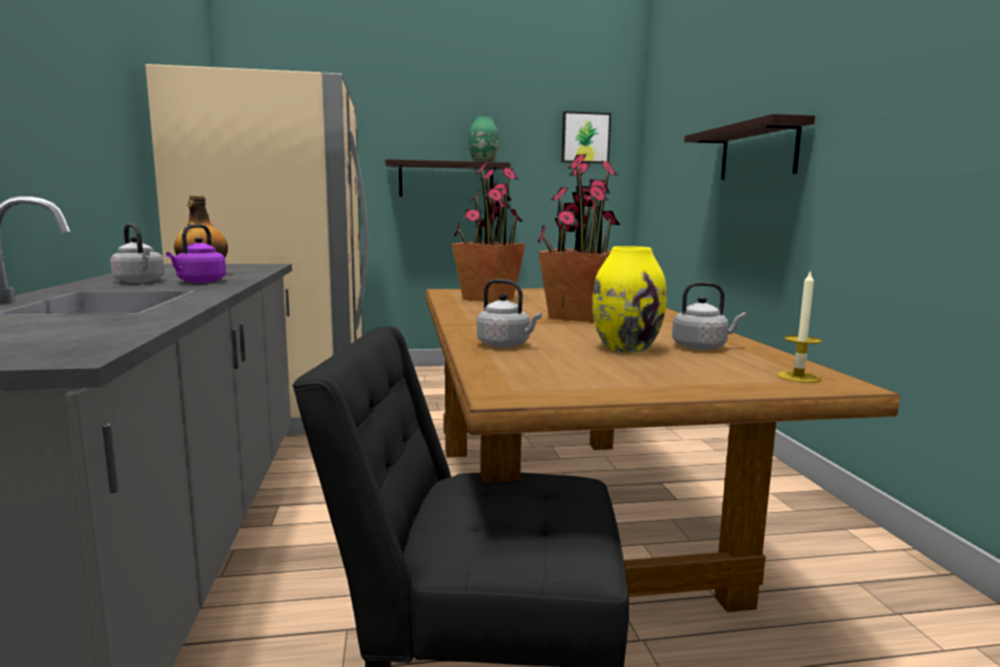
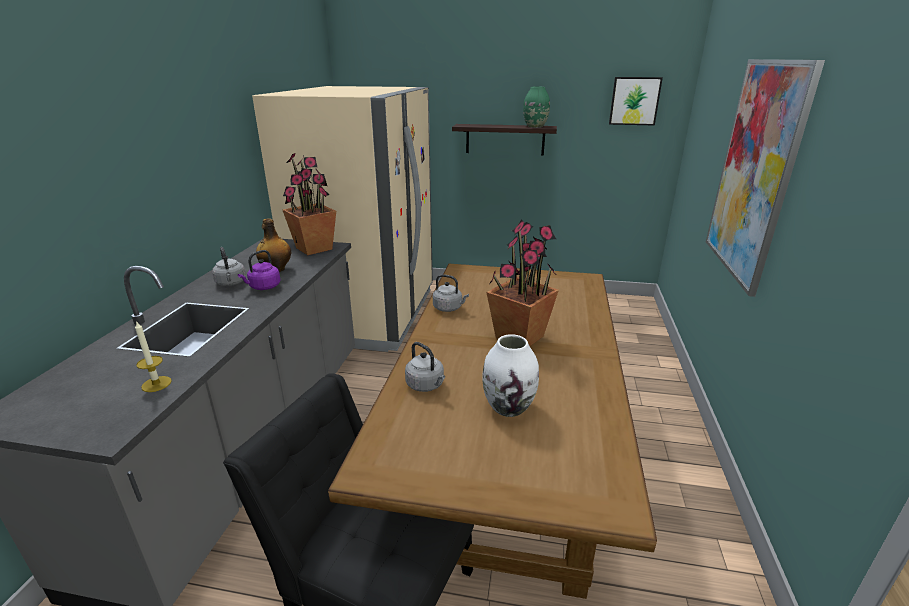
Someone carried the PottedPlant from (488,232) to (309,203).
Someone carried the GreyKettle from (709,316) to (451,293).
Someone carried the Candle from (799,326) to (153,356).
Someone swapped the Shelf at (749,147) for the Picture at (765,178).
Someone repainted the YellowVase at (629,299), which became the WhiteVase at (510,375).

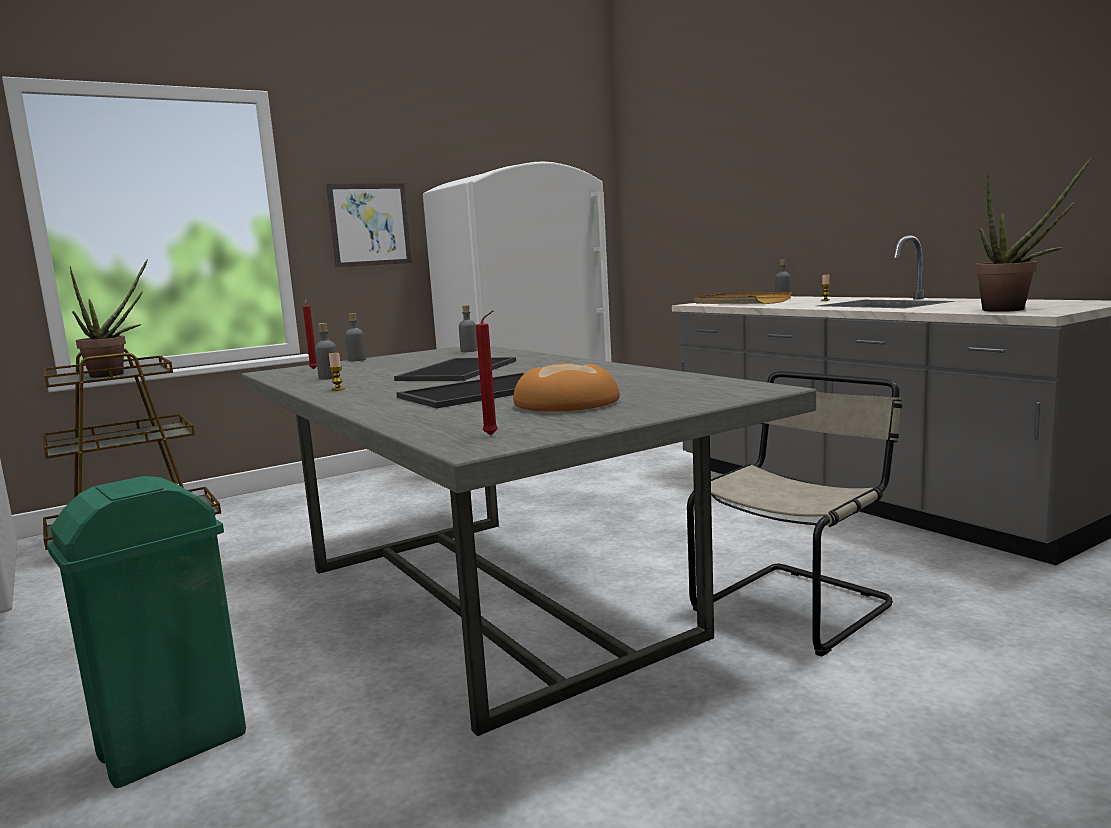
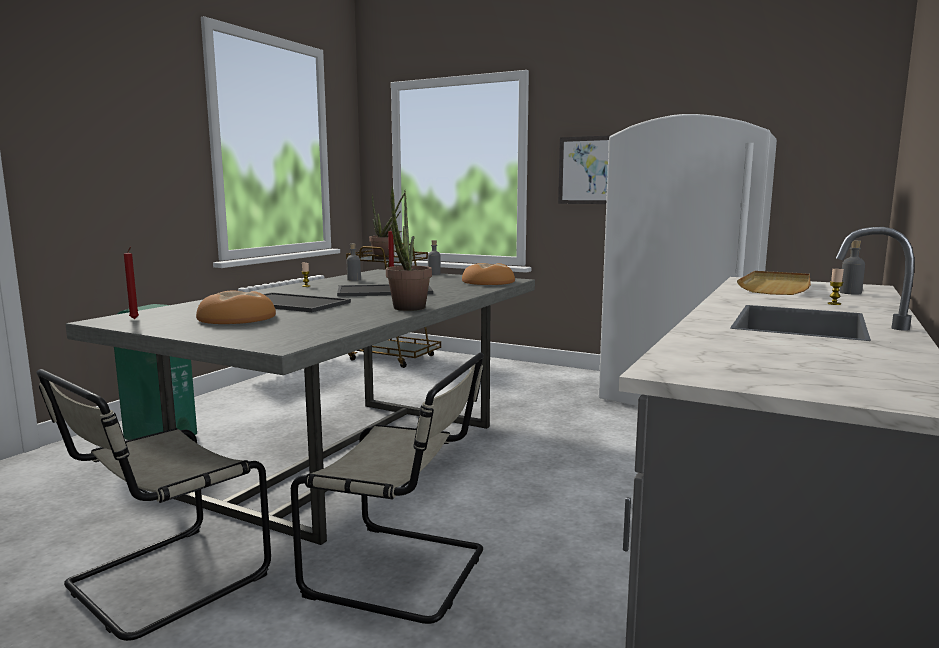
Someone put down the BeigeChair at (153,505).
Someone carried the PottedPlant from (1033,235) to (409,248).
Someone swapped the GreyBottle at (468,328) for the Bread at (488,274).

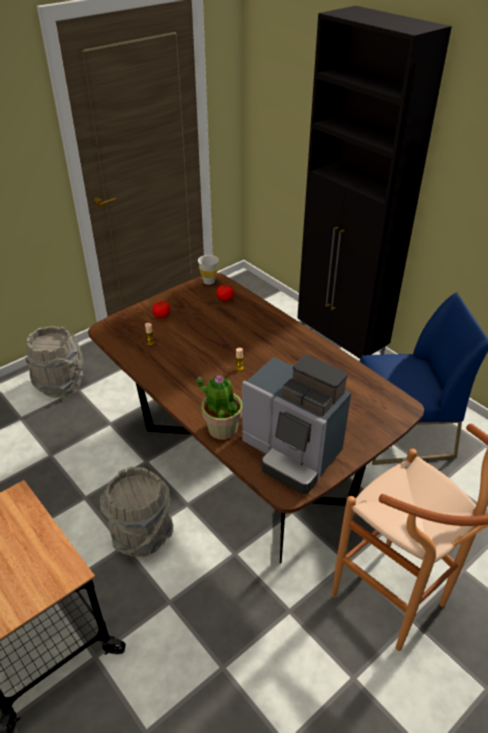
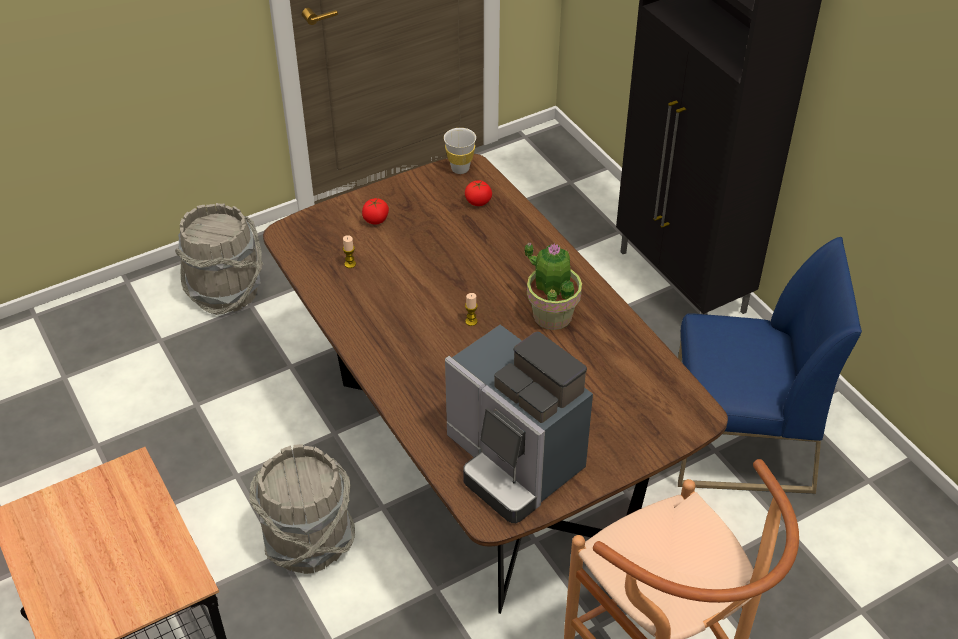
Someone carried the PottedPlant from (219,407) to (553,286).

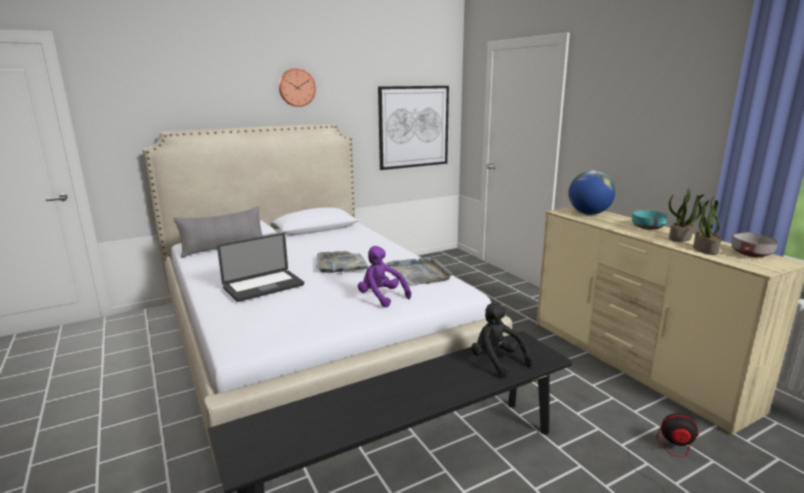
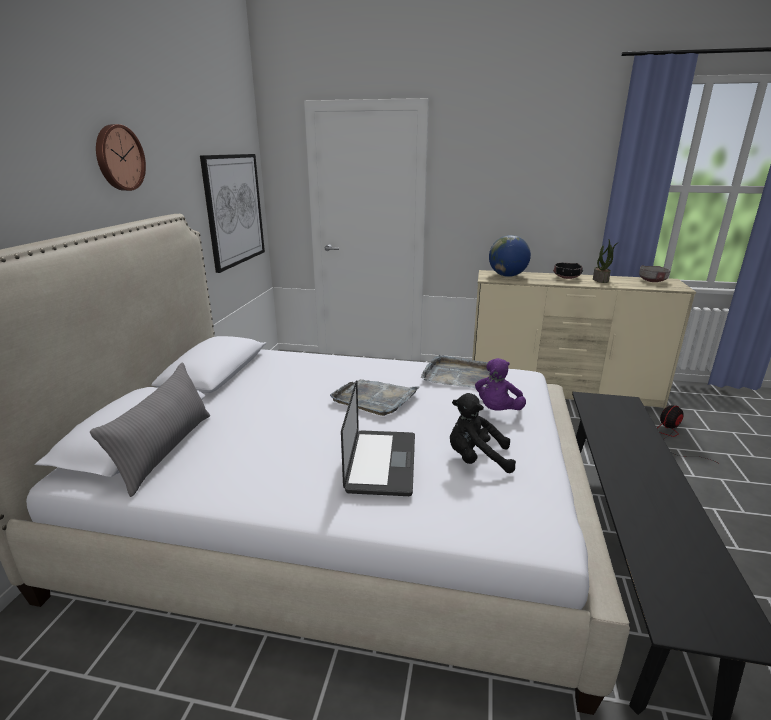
Someone took away the PottedPlant at (707,225).
Someone carried the BlackPlushToy from (502,340) to (483,433).
Someone repainted the TurquoiseBowl at (650,220), which became the BlackBowl at (568,271).
Someone rotated the PurplePlushToy at (384,276) by 60 degrees counterclockwise.

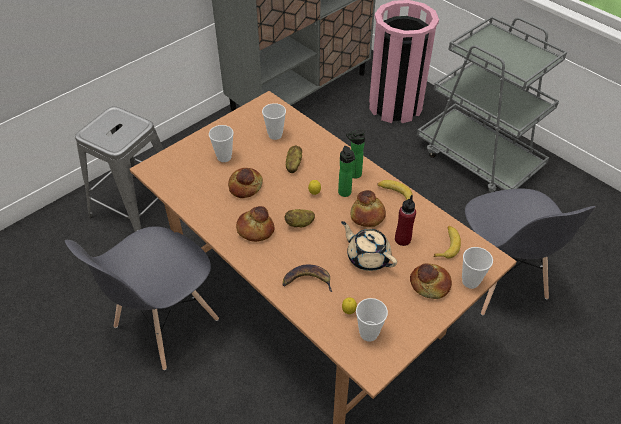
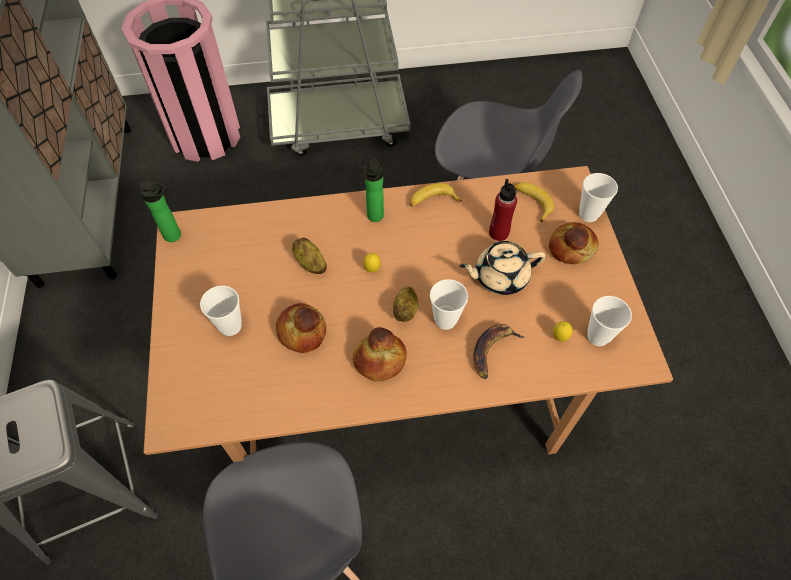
Someone took away the Bread at (368,208).
Someone carried the Cup from (274,121) to (449,304).
Someone carried the Bottle from (346,171) to (160,211).

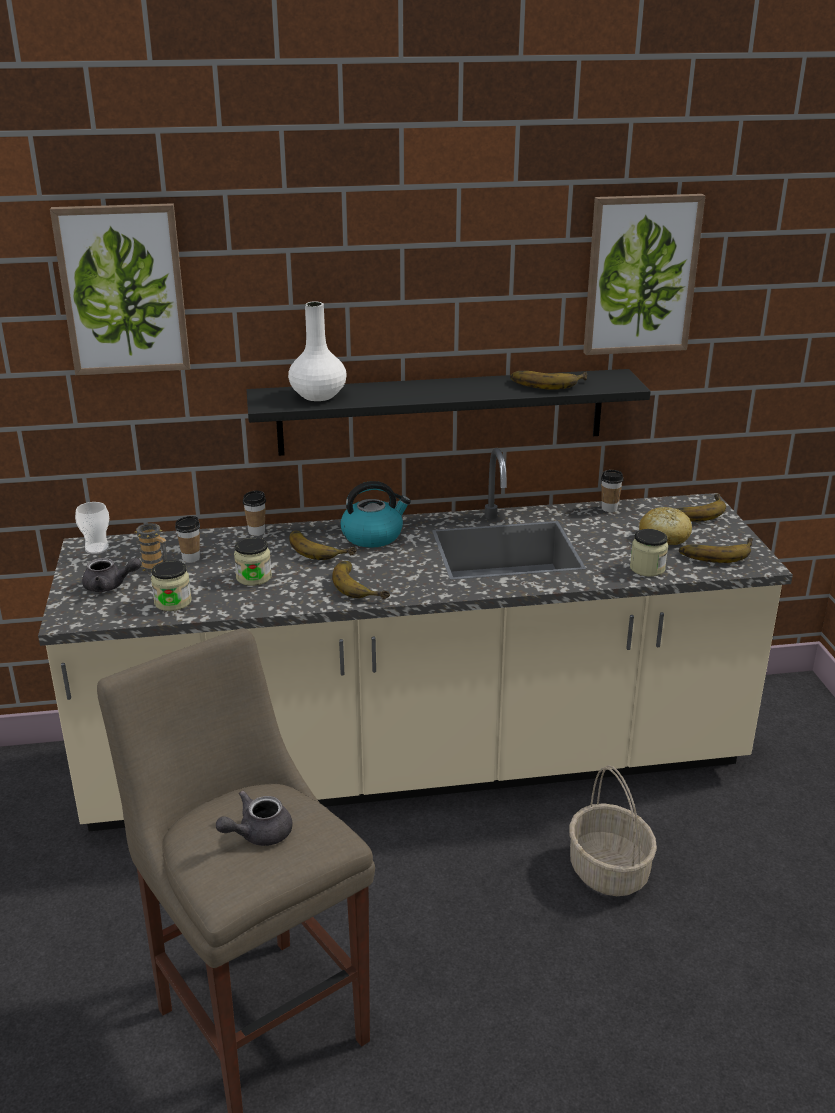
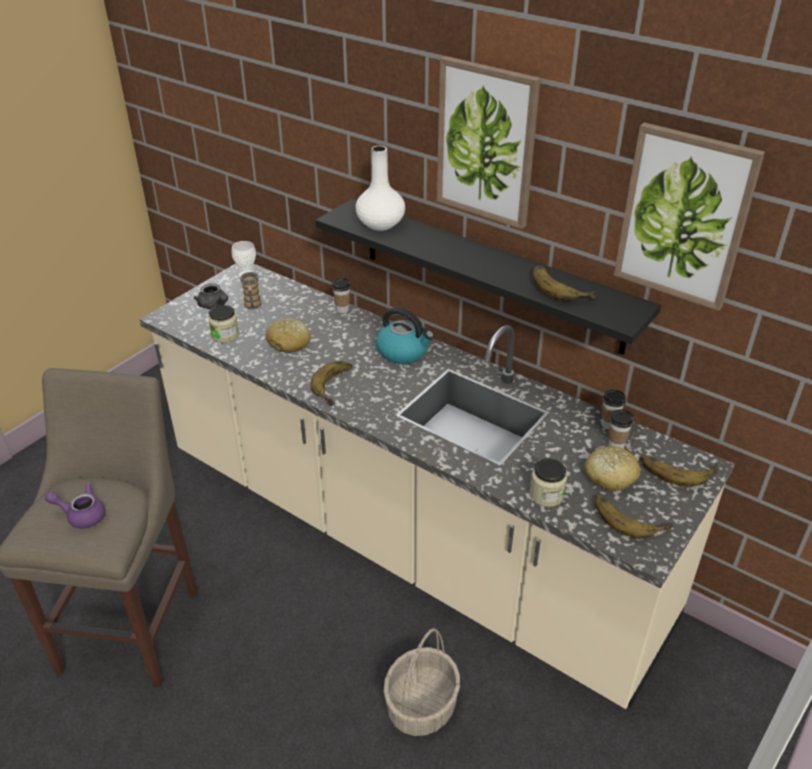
Someone took away the Banana at (323,545).
Someone carried the Picture from (120,289) to (489,142).
Someone carried the Cup from (187,539) to (621,429).
Someone swapped the Jar at (253,561) for the Bread at (288,335).
Someone repainted the GreyTeapot at (254,818), which became the PurpleTeapot at (75,506).

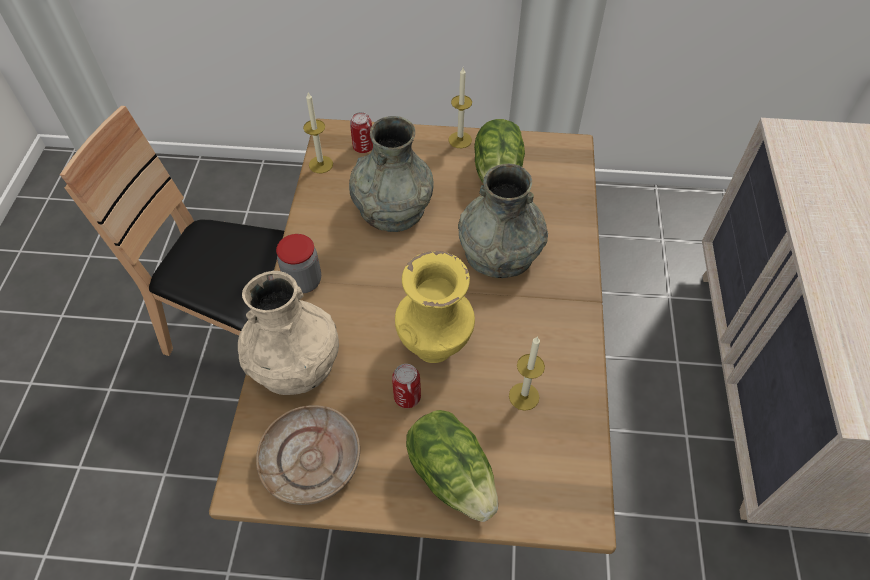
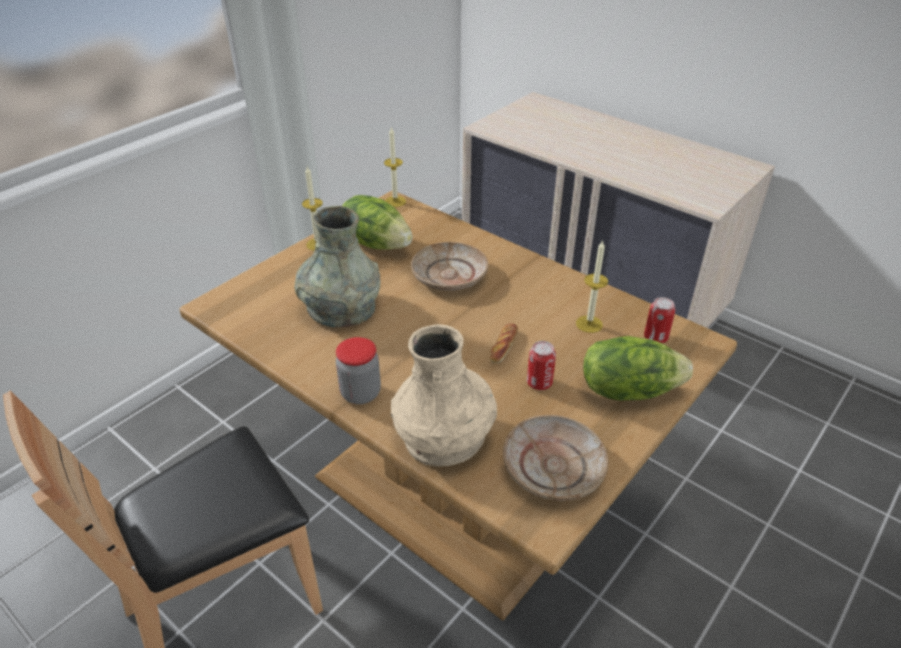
Someone carried the Candle from (318,133) to (395,166).
Someone carried the Can from (361,132) to (659,320).
Someone swapped the YellowVase at (435,307) for the Bread at (504,343).
Someone swapped the GreyVase at (503,221) for the BeigePlate at (449,266).

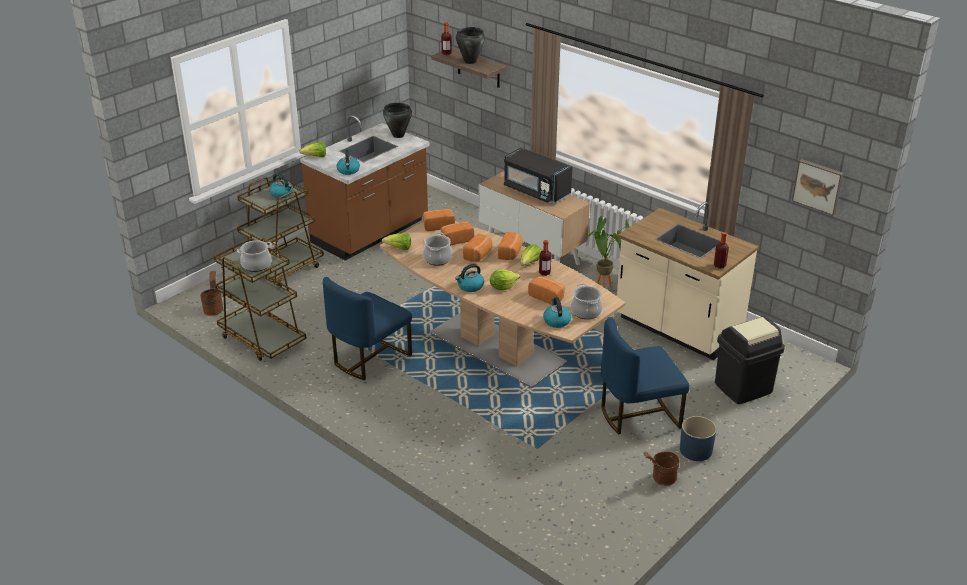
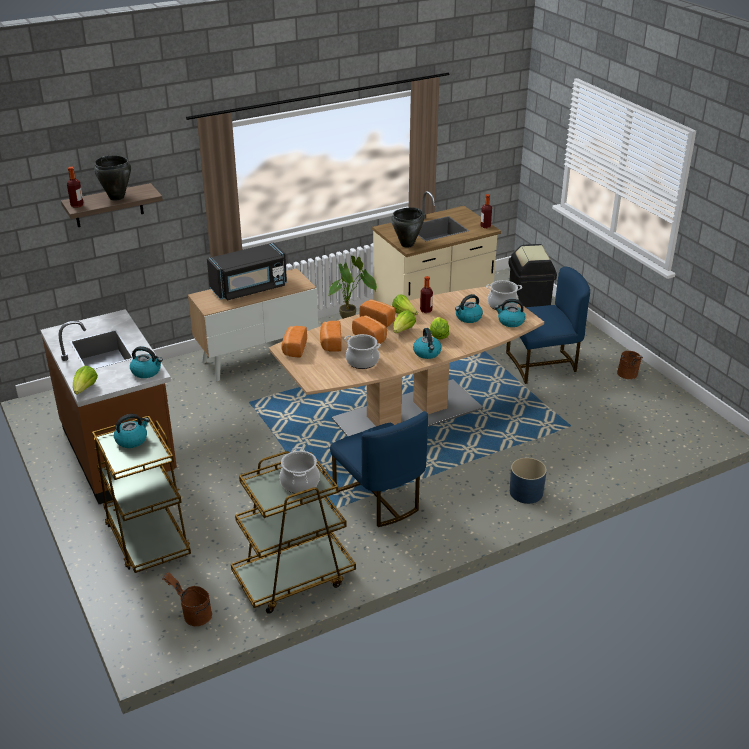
Someone took away the Picture at (818,187).
Someone carried the Lettuce from (396,241) to (404,321).
Someone carried the BlackCookingPot from (397,120) to (407,227).
Someone carried the BluePlanter from (698,438) to (528,481).
Someone swapped the Bread at (546,290) for the Kettle at (469,308).
Someone rotated the BlueChair at (645,376) by 105 degrees counterclockwise.

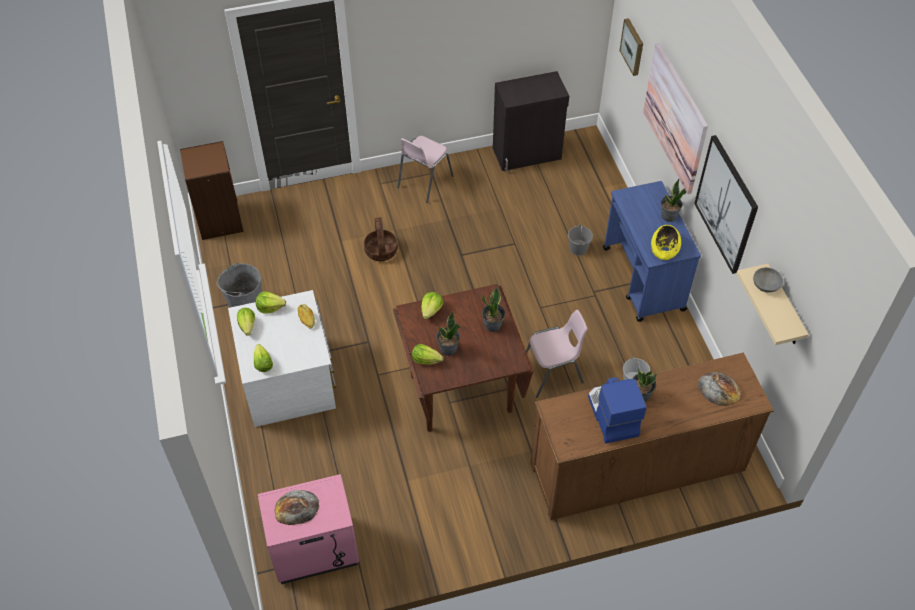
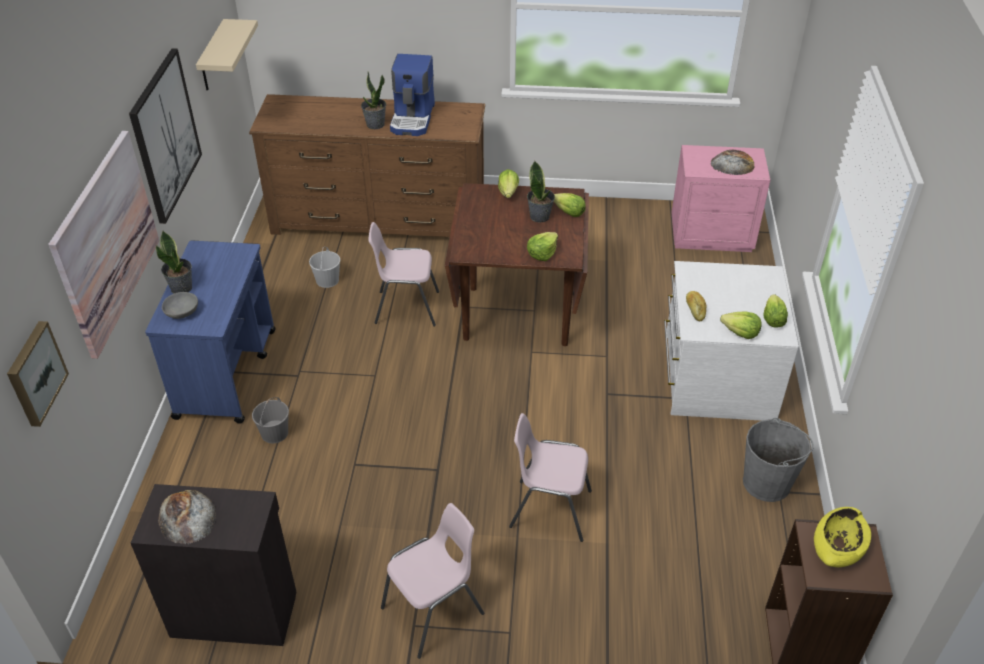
Someone took away the PottedPlant at (493,309).
Someone carried the Lettuce from (263,358) to (508,183).
Someone carried the YellowBowl from (666,242) to (842,537).
Someone carried the Bread from (719,389) to (187,517).
Someone carried the GreyBowl from (768,279) to (180,305).
Someone swapped the Basket at (381,239) for the PinkChair at (550,477).

